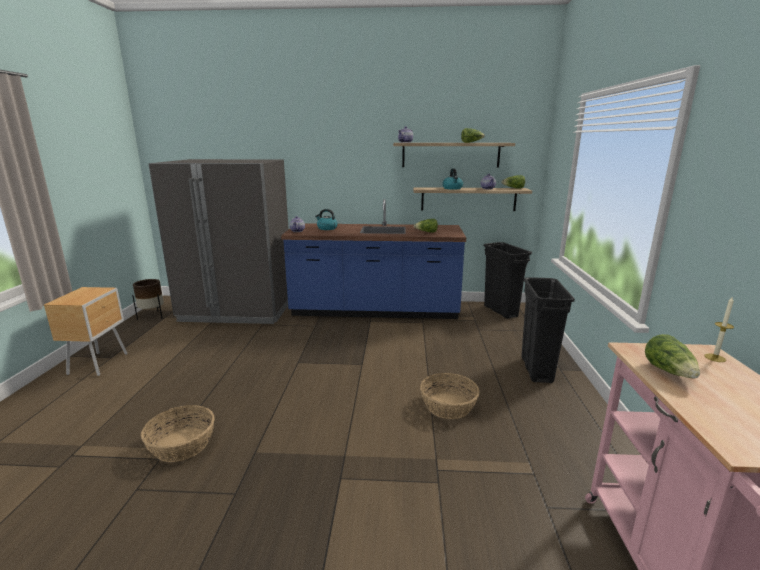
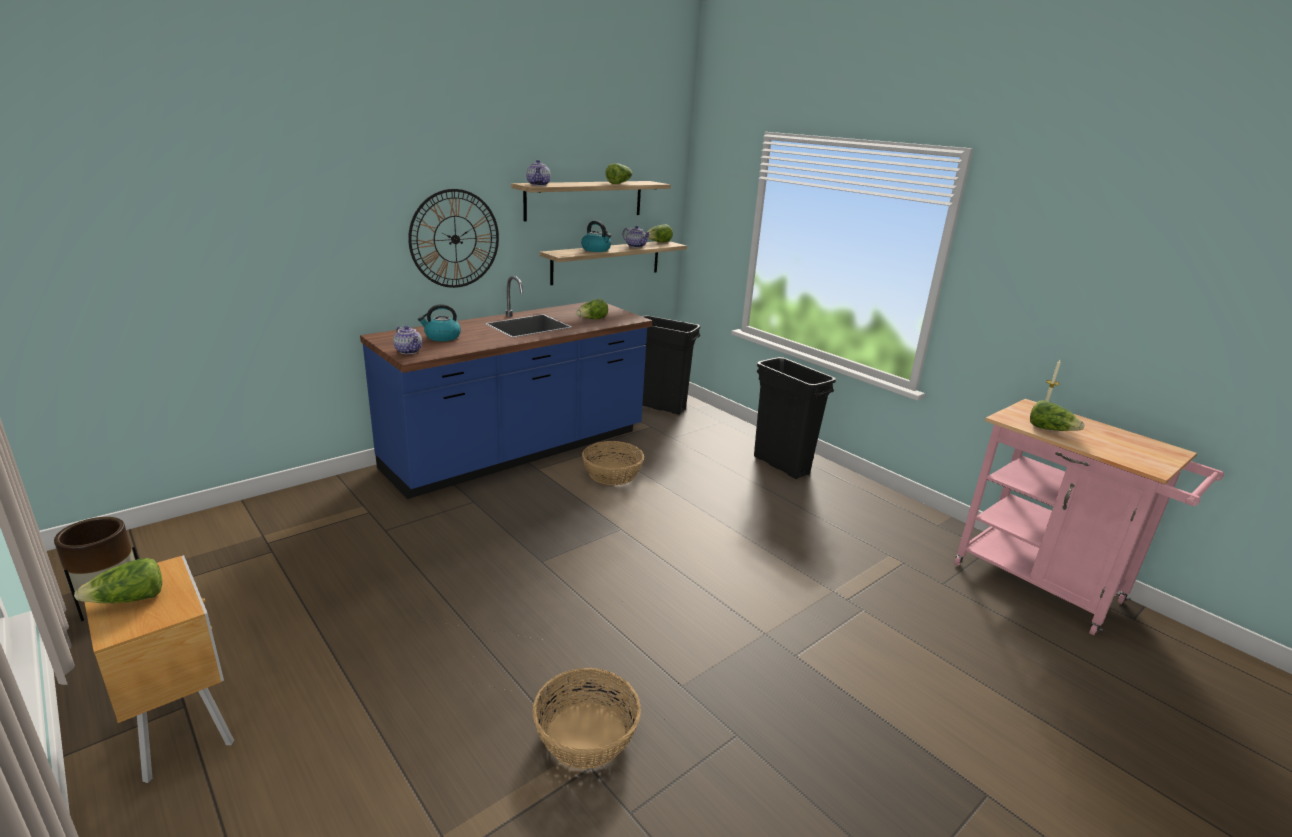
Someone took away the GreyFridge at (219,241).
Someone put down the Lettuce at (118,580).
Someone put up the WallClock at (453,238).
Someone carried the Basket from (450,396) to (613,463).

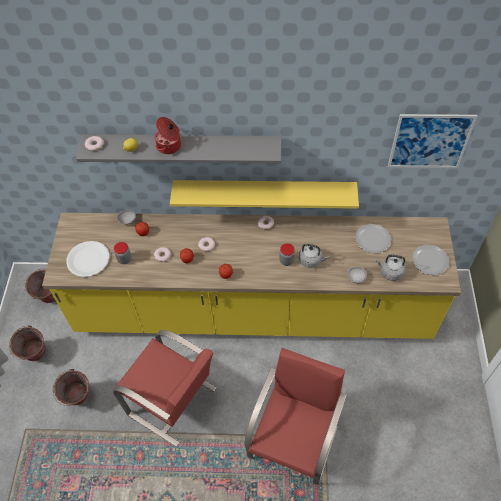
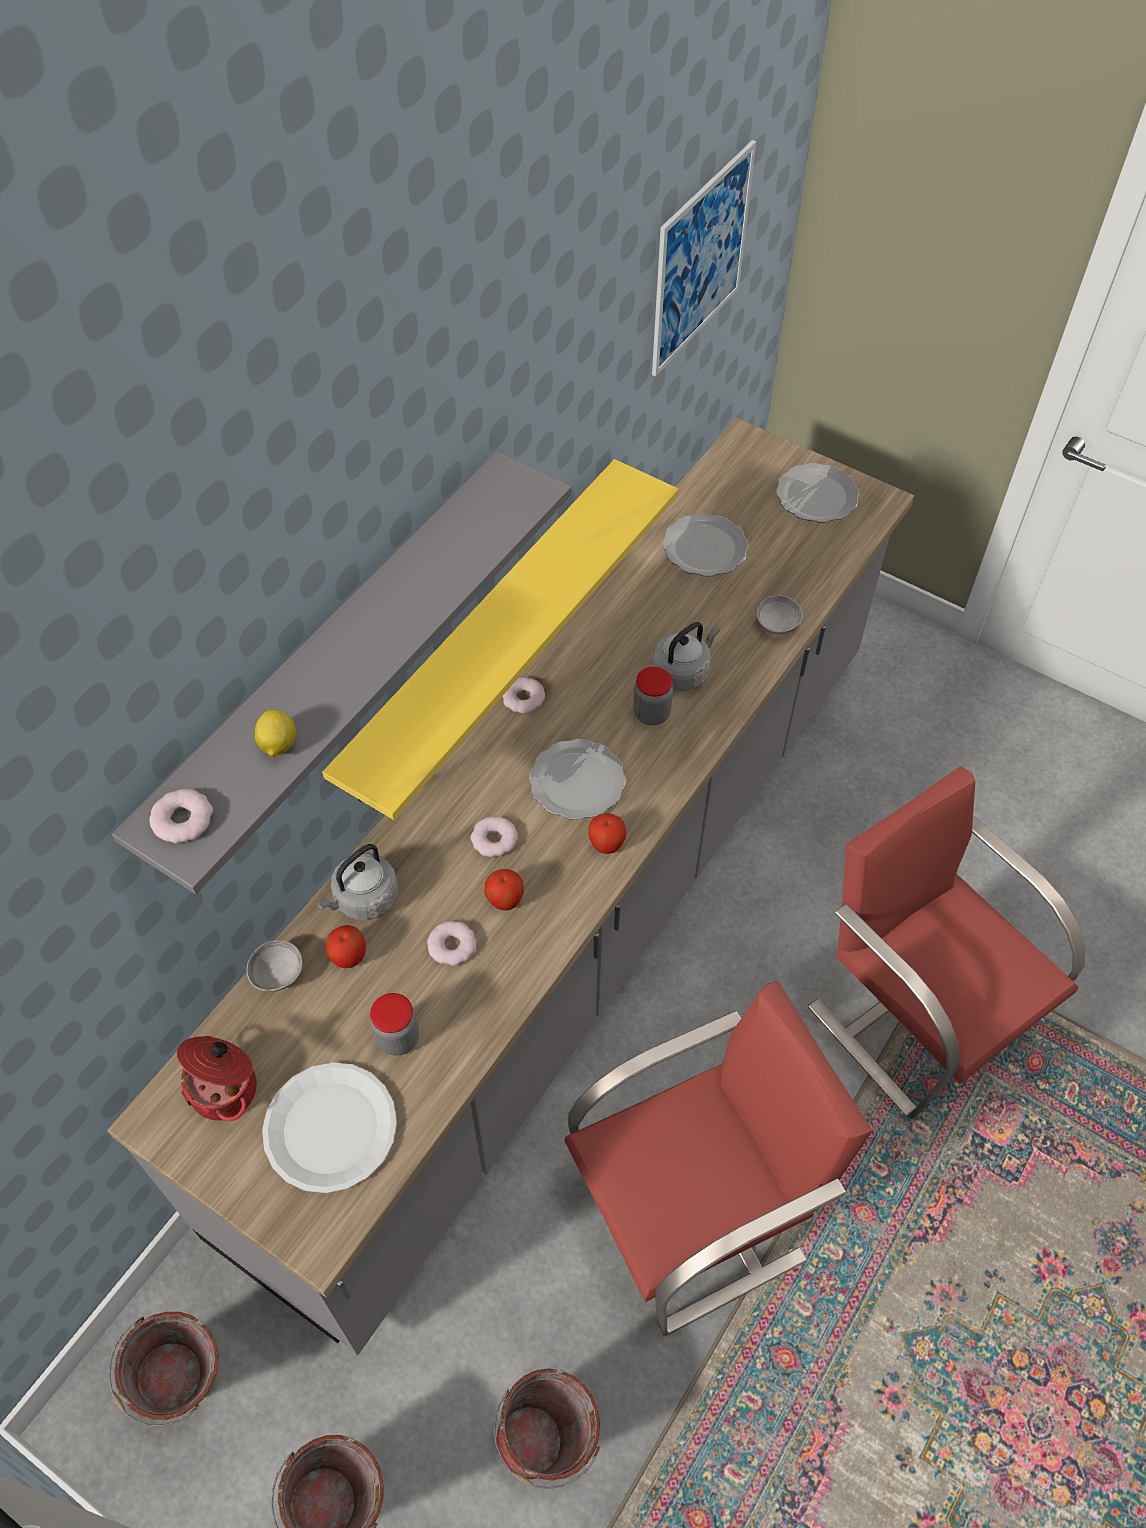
Someone put down the Plate at (577,779).
Someone carried the CookingPot from (168,135) to (217,1078).
Someone carried the GreyKettle from (391,268) to (357,882).
Someone repainted the YellowCounter at (251,276), which became the GreyCounter at (510,886).

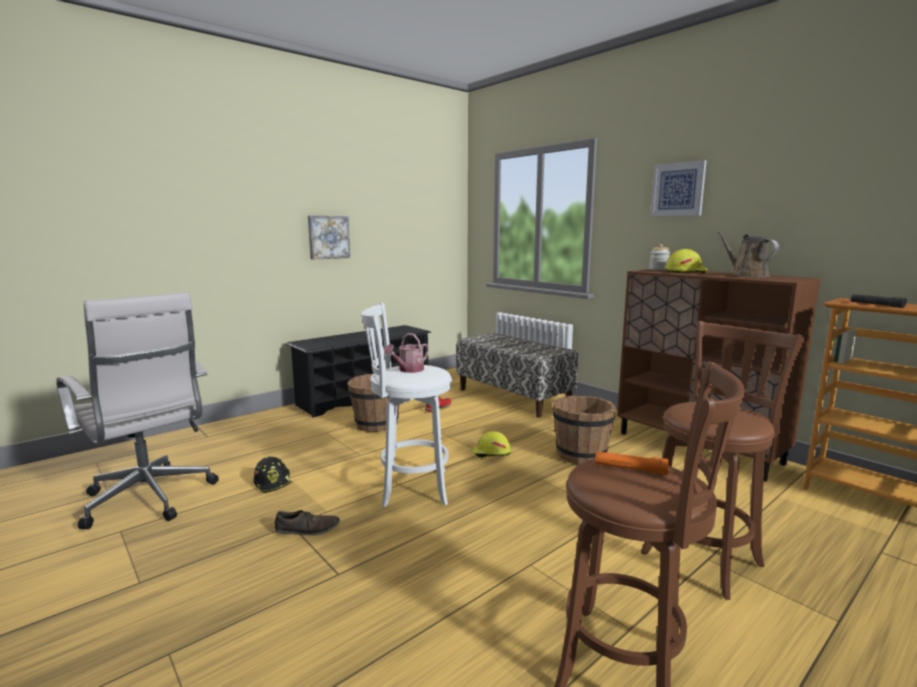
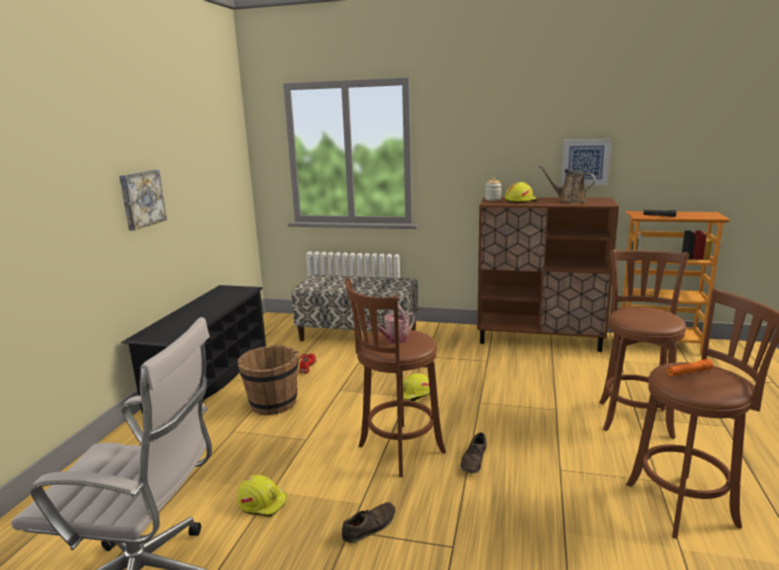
Someone took away the BrownBucket at (584,430).
Someone put down the BrownShoe at (474,452).
Someone carried the Picture from (679,188) to (586,162).
Someone repainted the BlackHardHat at (272,474), which became the YellowHardHat at (262,496).
Someone repainted the WhiteStool at (406,405), which became the BrownStool at (395,377).
Someone rotated the WateringCan at (406,353) by 45 degrees clockwise.

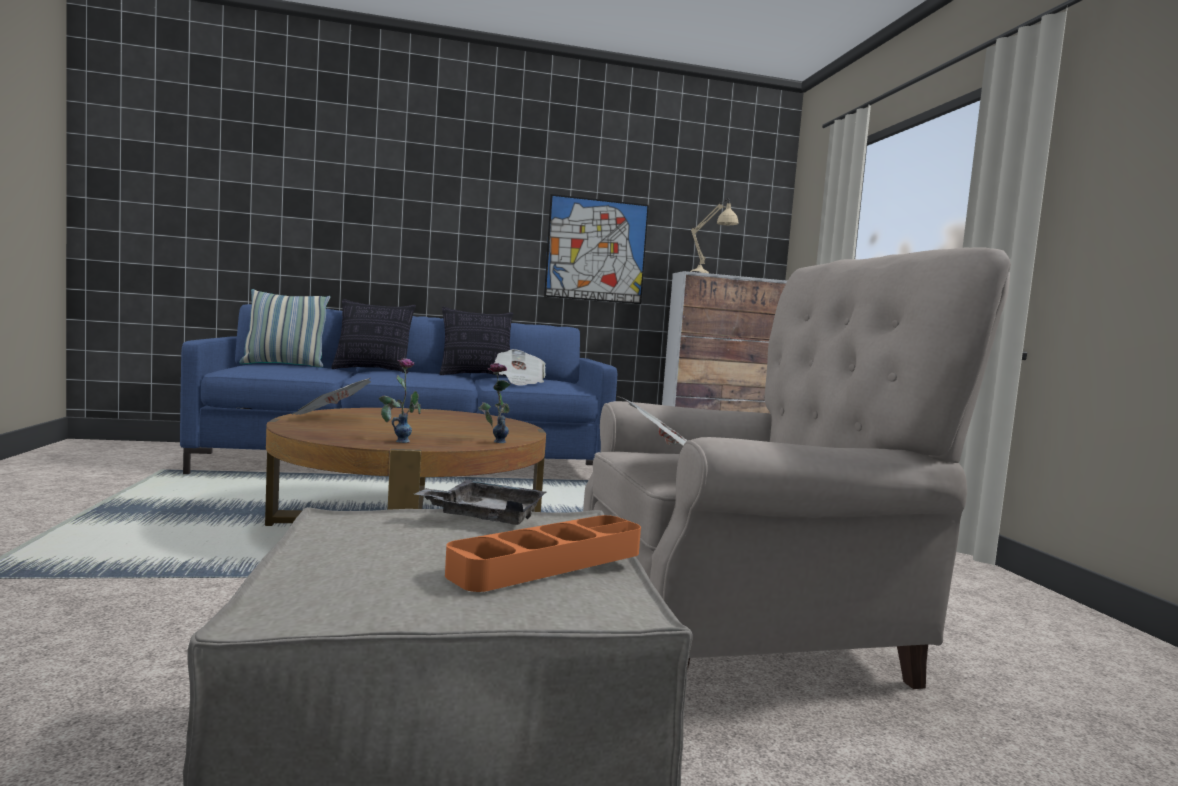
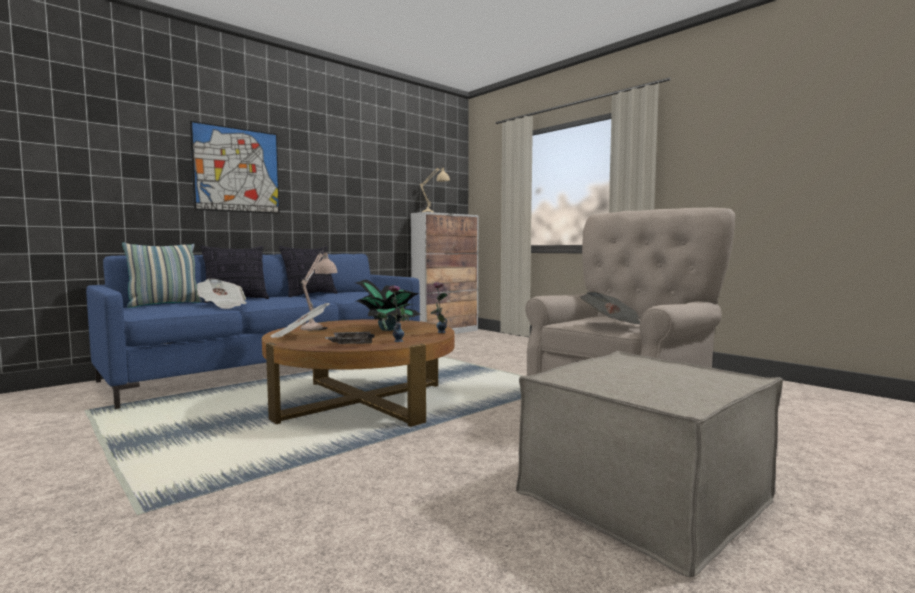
Someone took away the OrangeTray at (543,553).
Someone put down the BeigeTableLamp at (319,289).
Someone put down the PottedPlant at (388,305).
Someone carried the GreyTray from (480,502) to (350,338).
Someone carried the Newspaper from (520,367) to (222,294).
Someone carried the Picture from (596,249) to (235,167).

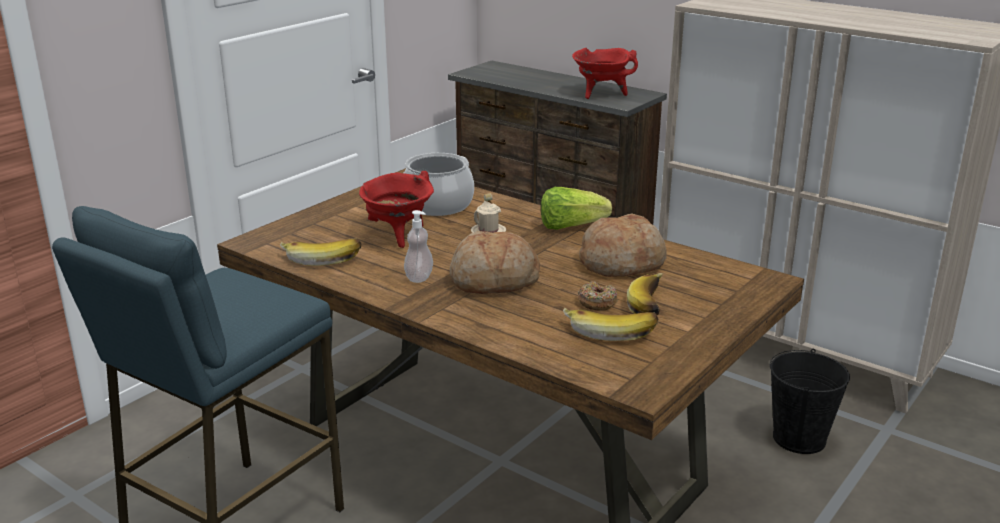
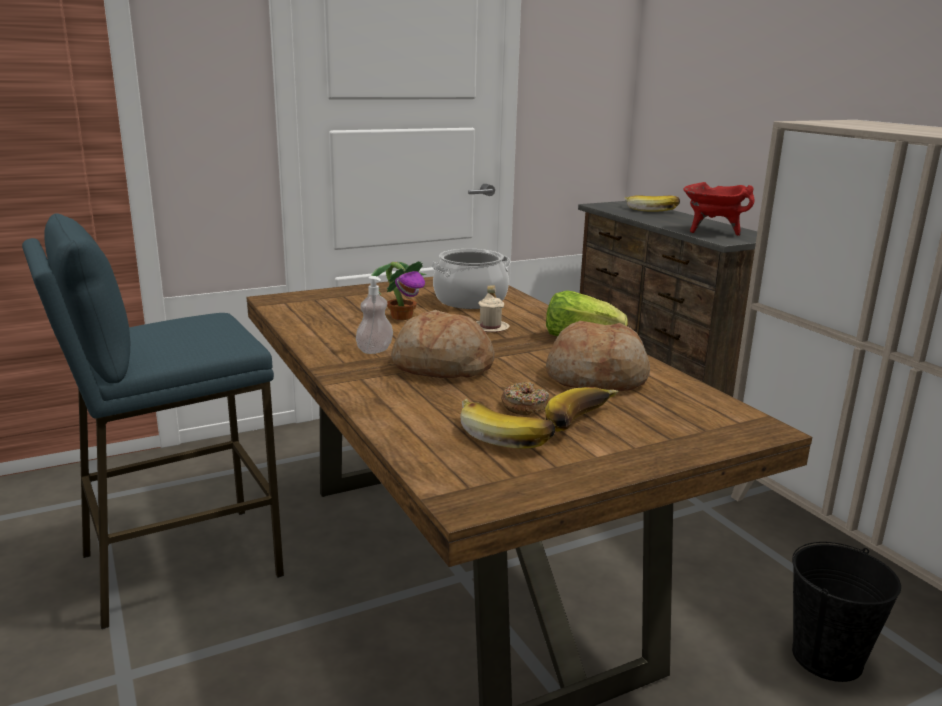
Someone carried the Banana from (320,252) to (652,203).
Someone swapped the RedCookingPot at (396,209) for the PottedPlant at (398,290).

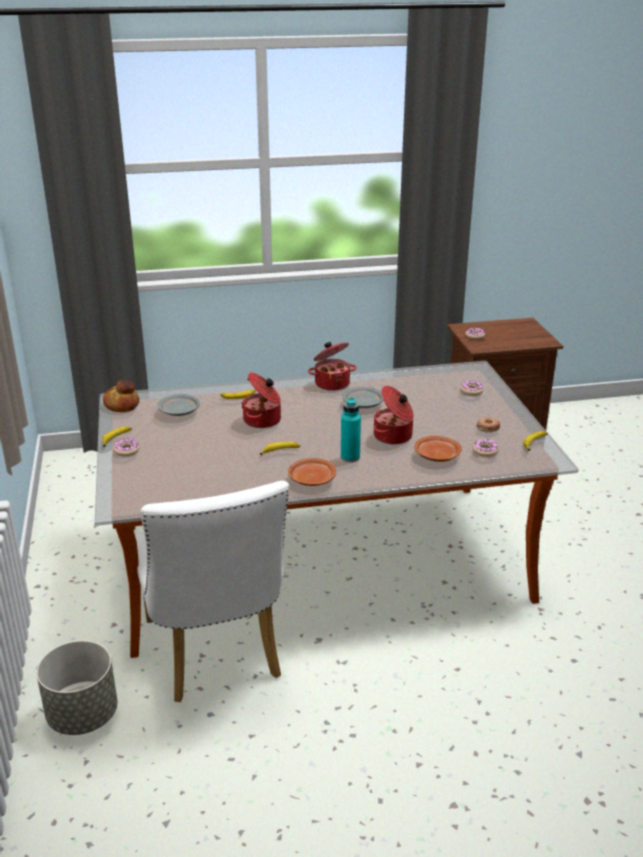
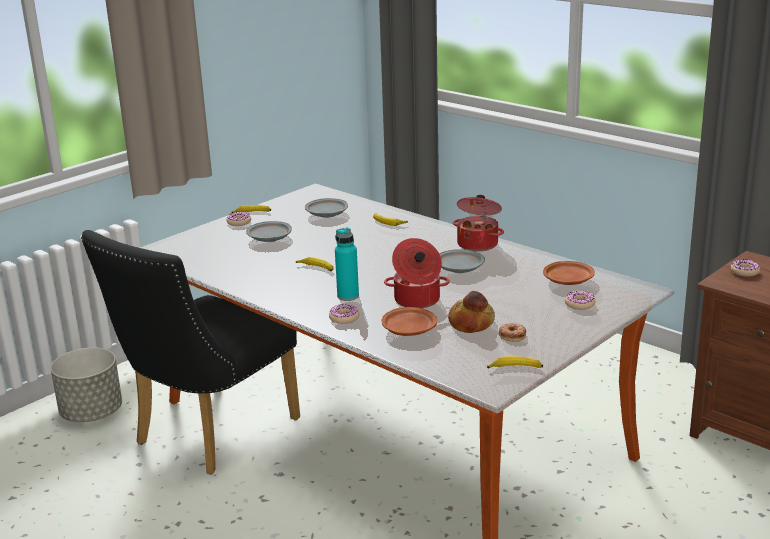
Someone took away the CookingPot at (261,400).
Someone put down the GreyPlate at (269,231).
Someone carried the Bread from (121,396) to (471,312).
Someone carried the BrownPlate from (312,472) to (569,273).
Someone carried the Donut from (486,448) to (344,314).
Someone repainted the WhiteChair at (212,591), which became the BlackChair at (190,352).

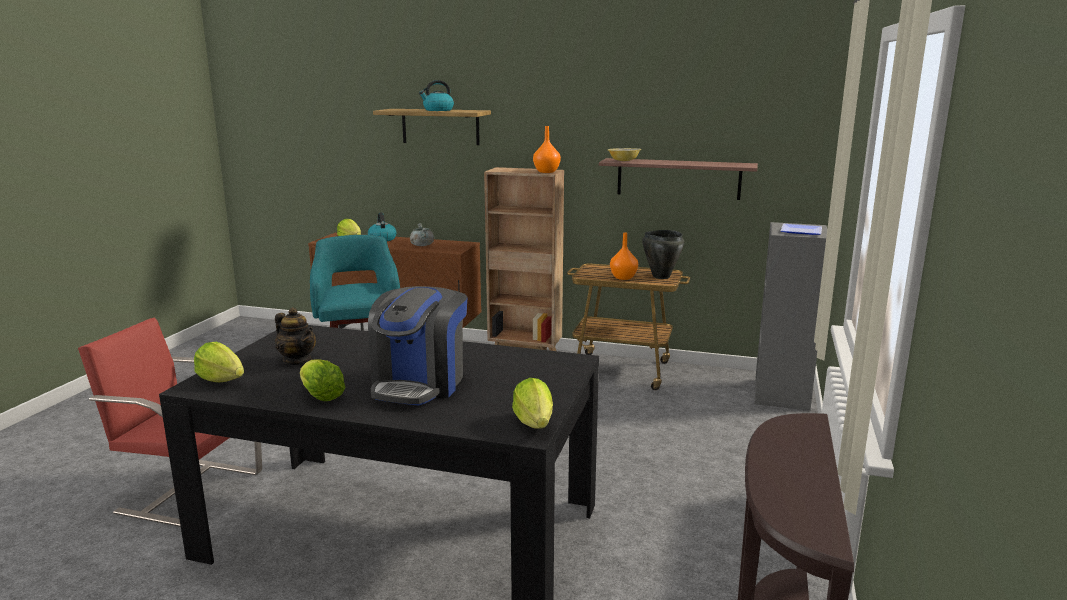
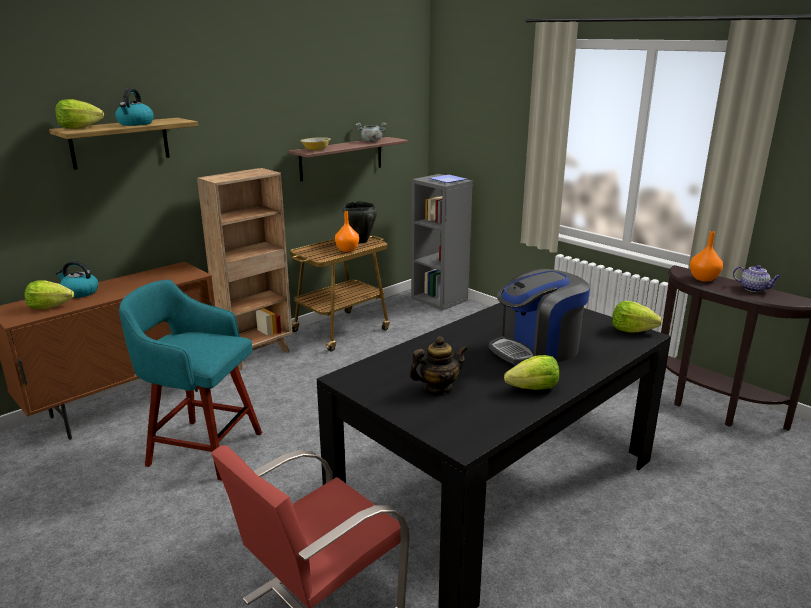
Someone put down the Teapot at (757,278).
Someone carried the Lettuce from (219,362) to (79,114).
Someone carried the GreyCookingPot from (422,234) to (371,132).
Someone carried the OrangeVase from (547,149) to (706,256).
Someone rotated the CoffeeMachine at (417,345) by 105 degrees clockwise.

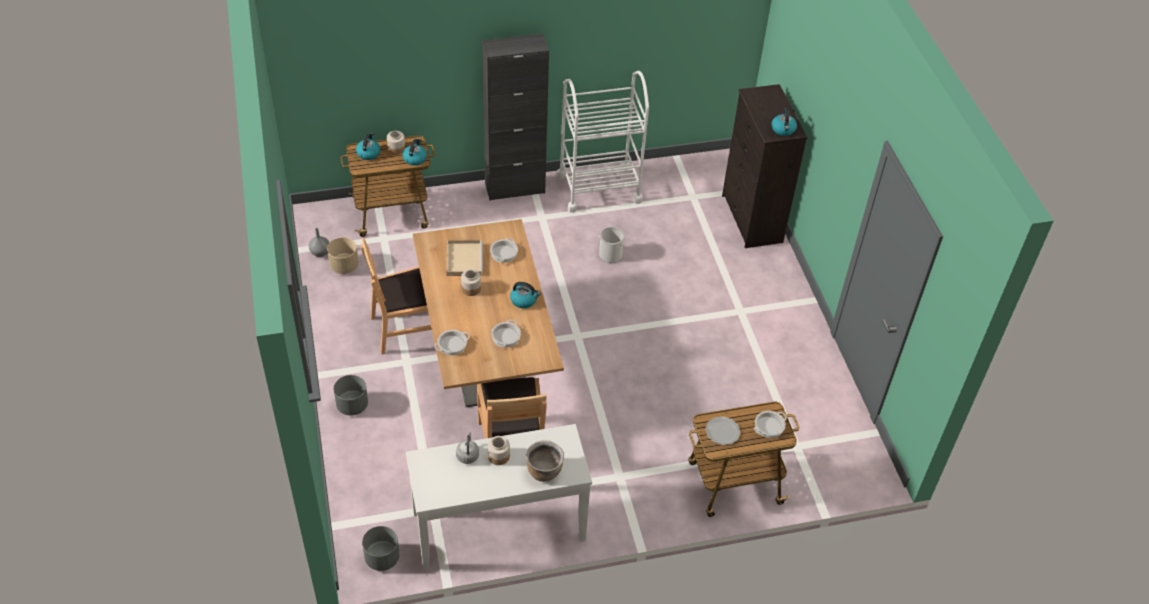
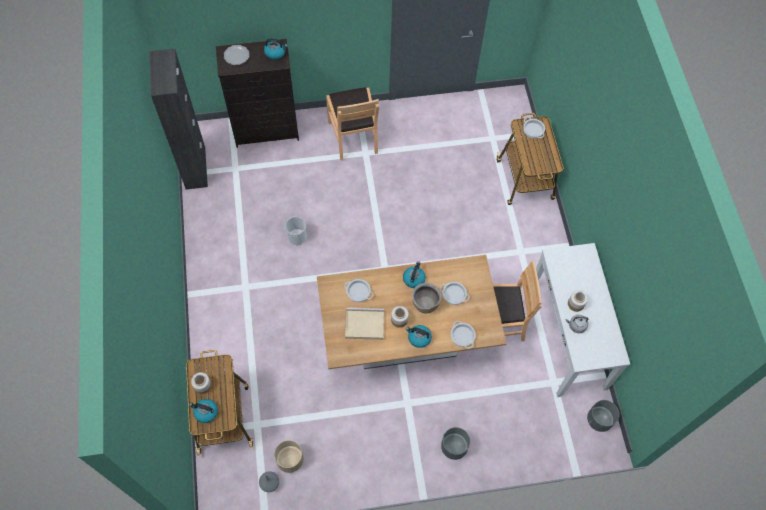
Someone took away the WhiteCart at (603,142).
Someone carried the BrownChair from (396,296) to (352,124).
Someone carried the Kettle from (415,152) to (419,336).
Someone carried the BlackCabinet from (515,117) to (178,119).
Someone carried the BrownCookingPot from (545,461) to (426,298).
Someone carried the Plate from (723,430) to (236,55).

